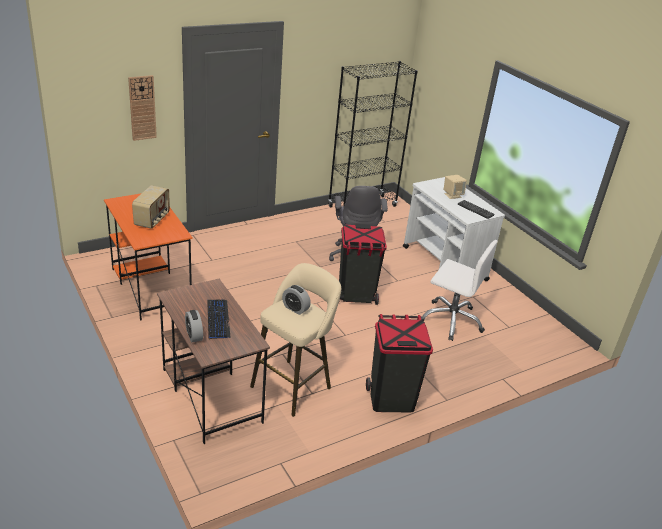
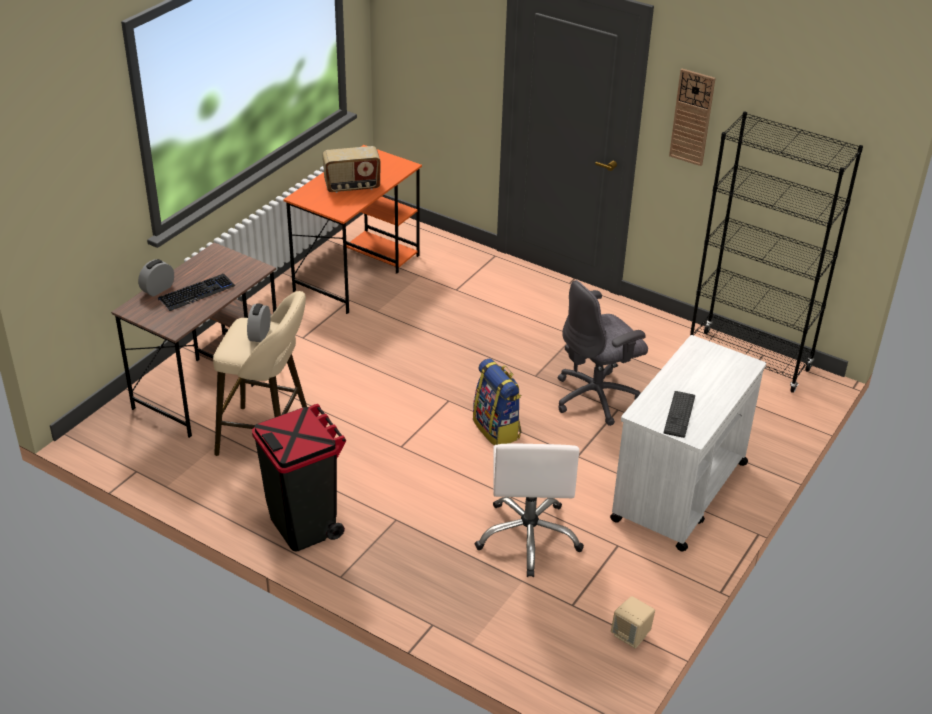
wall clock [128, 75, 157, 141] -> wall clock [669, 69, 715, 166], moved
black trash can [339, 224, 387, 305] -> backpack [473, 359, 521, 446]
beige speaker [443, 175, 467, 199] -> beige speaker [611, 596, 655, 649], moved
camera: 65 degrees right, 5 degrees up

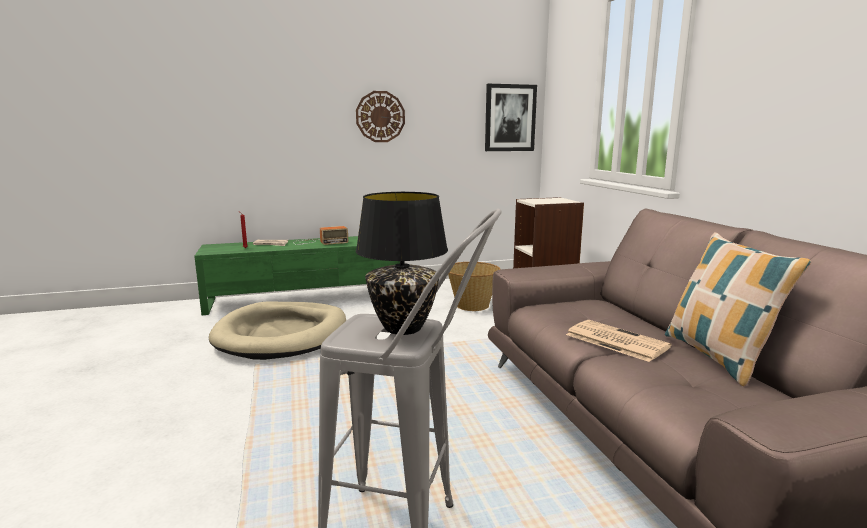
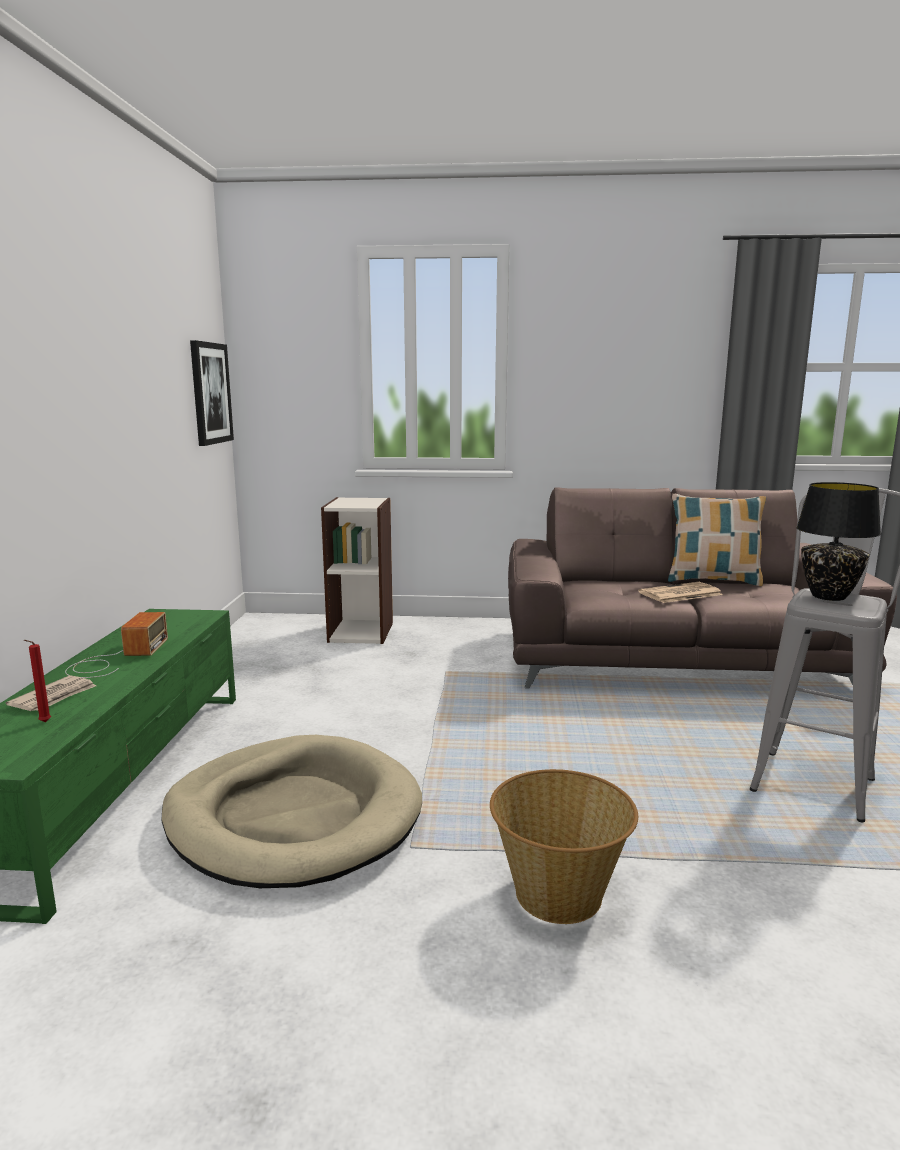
wall clock [356, 91, 405, 142] -> none
basket [448, 262, 501, 311] -> basket [490, 769, 638, 924], moved
camera: 70 degrees left, 0 degrees up

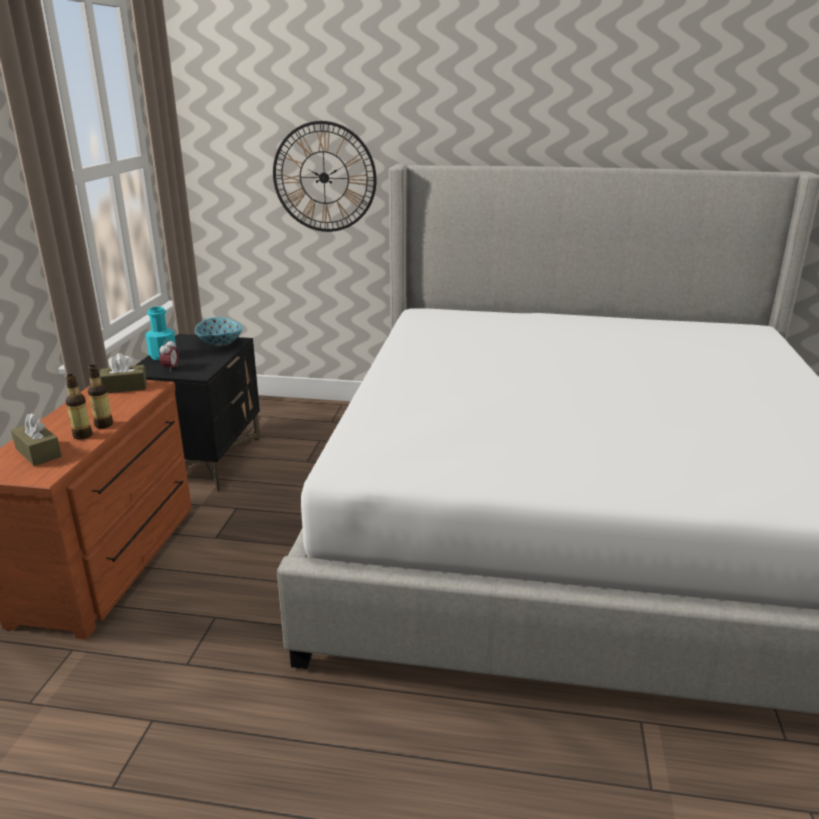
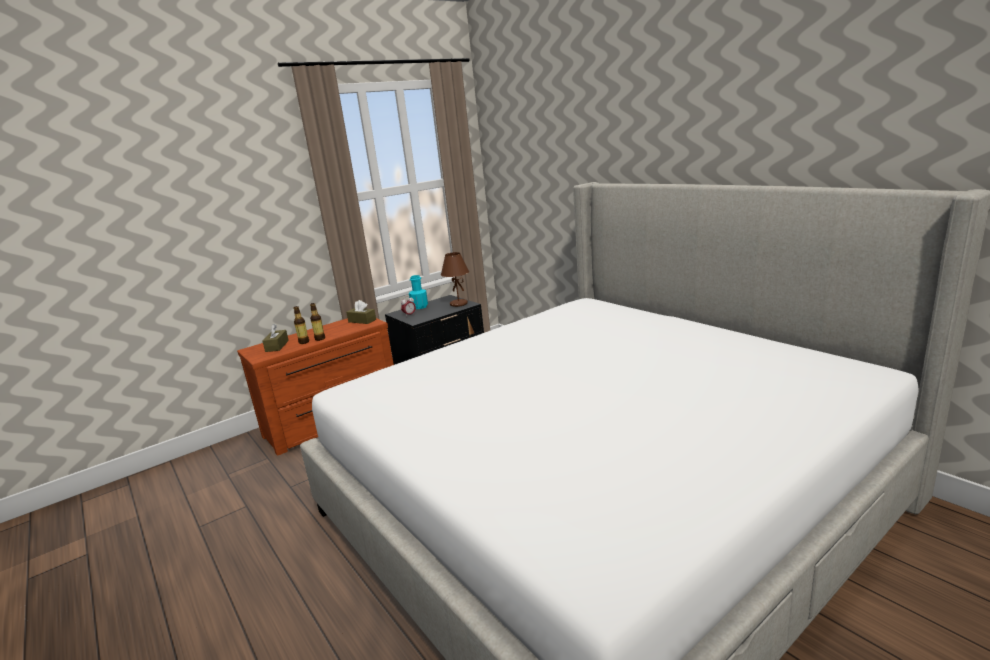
bowl [195, 317, 243, 346] -> brown table lamp [441, 252, 469, 307]
wall clock [273, 121, 377, 232] -> none
camera: 45 degrees right, 5 degrees down

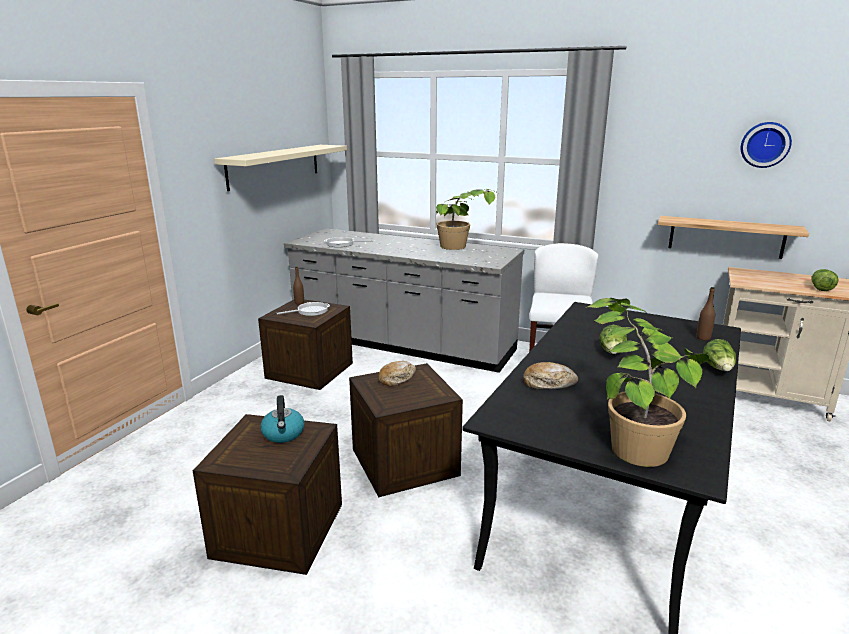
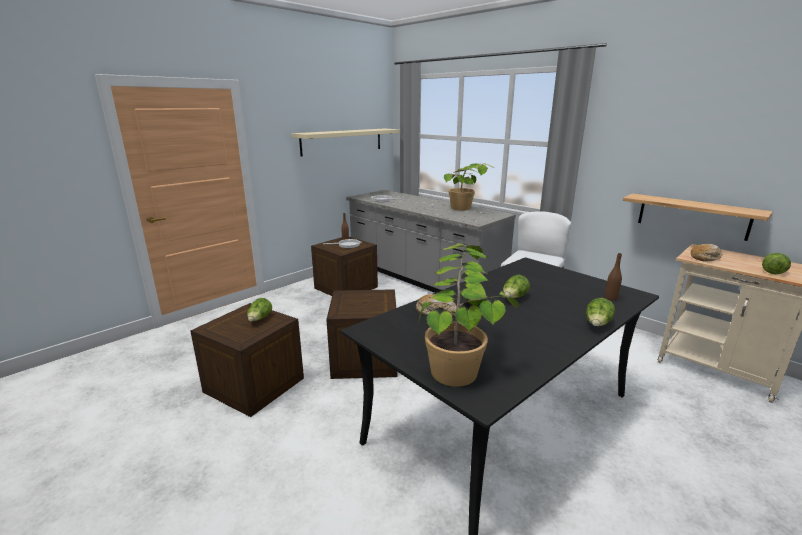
kettle [260, 395, 305, 443] -> lettuce [247, 298, 272, 322]
bread [379, 361, 416, 386] -> bread [691, 244, 722, 262], moved
wall clock [741, 122, 792, 168] -> none
camera: 20 degrees right, 0 degrees up

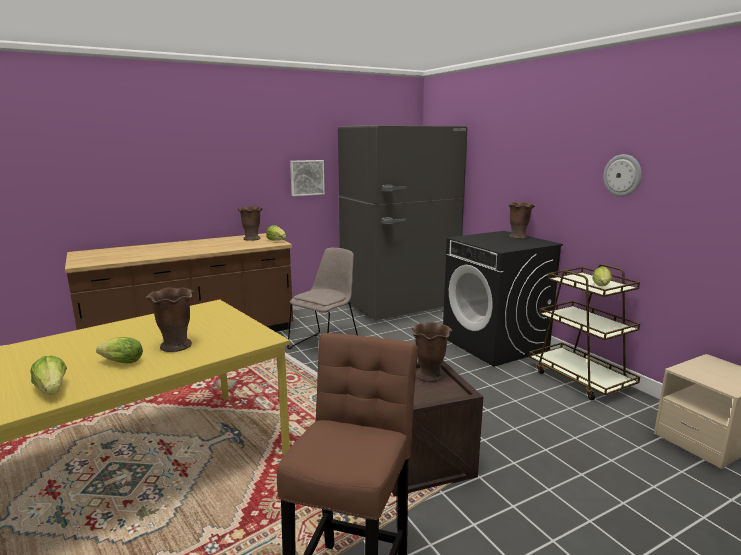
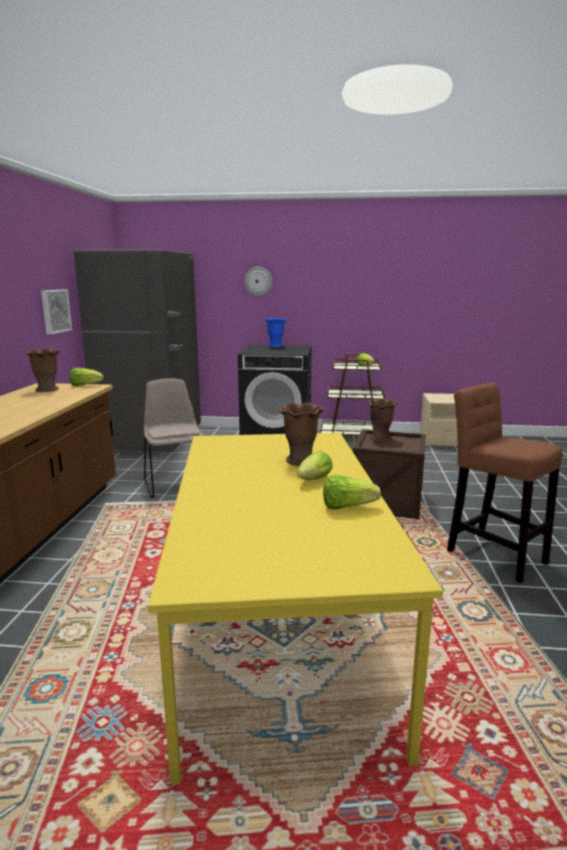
brown vase [508, 202, 535, 239] -> blue vase [265, 318, 286, 348]
wall clock [603, 154, 642, 197] -> wall clock [245, 267, 272, 296], moved
camera: 55 degrees left, 0 degrees up

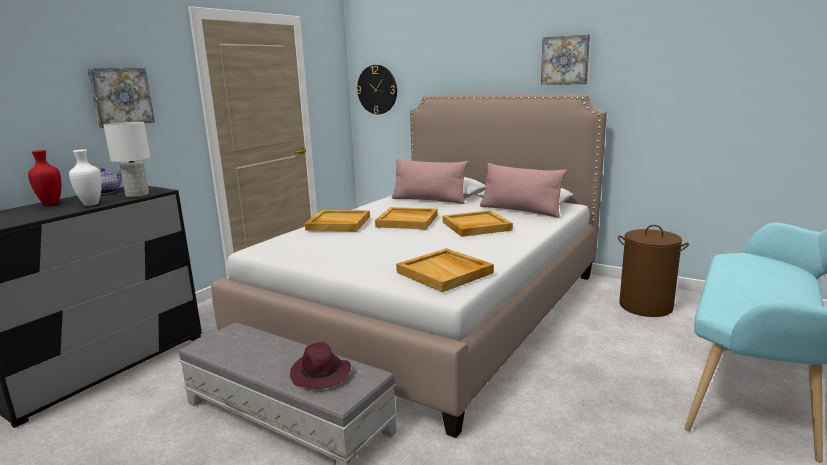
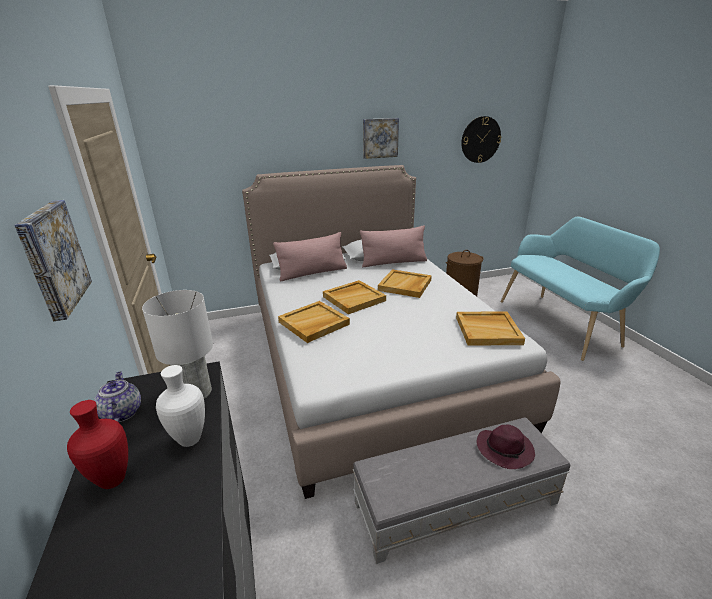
wall clock [356, 65, 397, 114] -> wall clock [461, 116, 501, 163], moved
camera: 50 degrees left, 10 degrees up

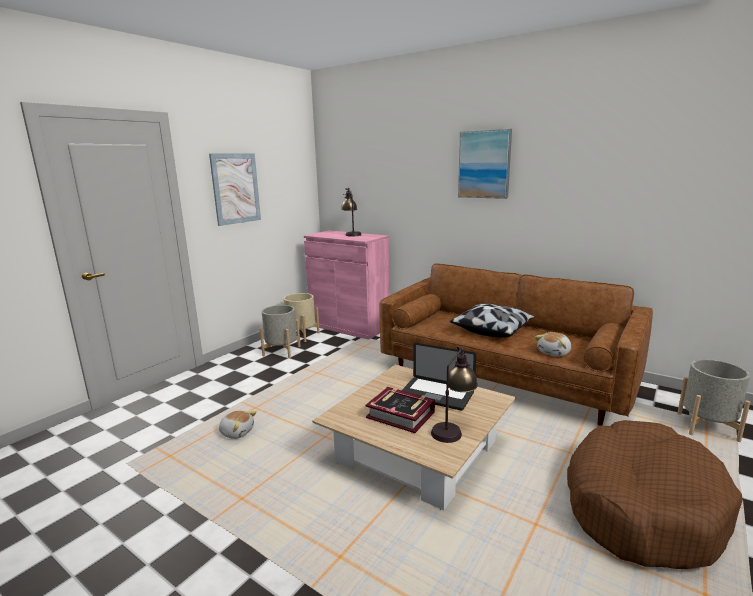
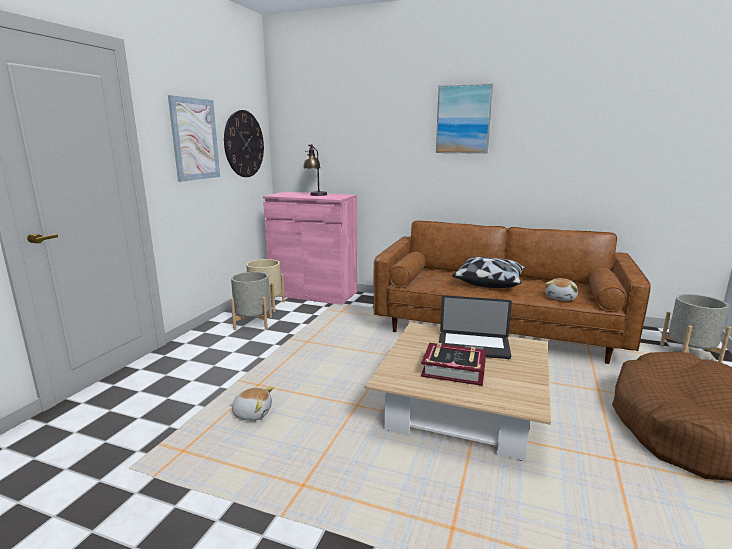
table lamp [431, 347, 478, 443] -> none
none -> wall clock [224, 110, 264, 177]
camera: 15 degrees left, 0 degrees up

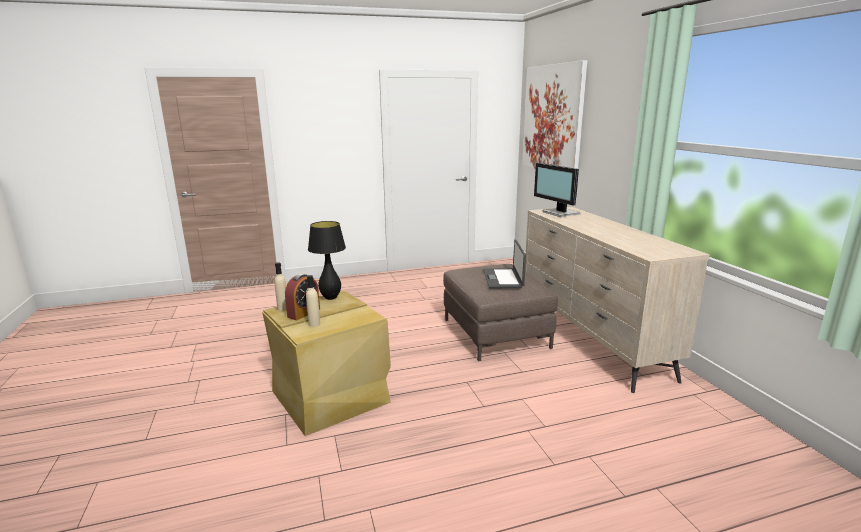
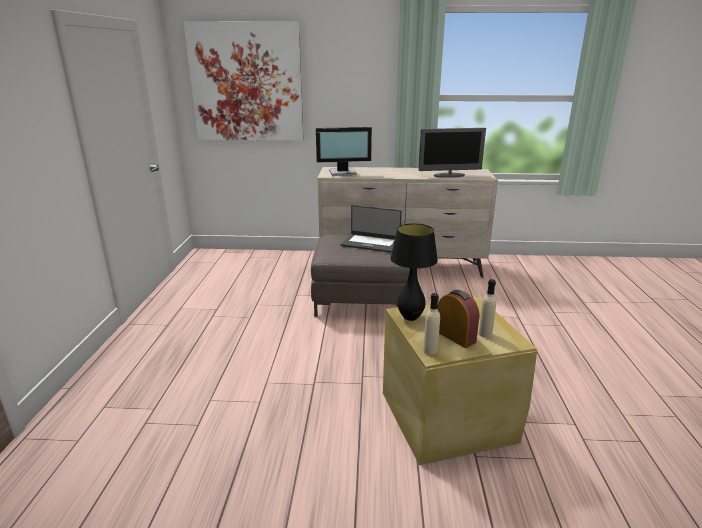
none -> monitor [418, 128, 486, 178]
camera: 70 degrees left, 5 degrees up

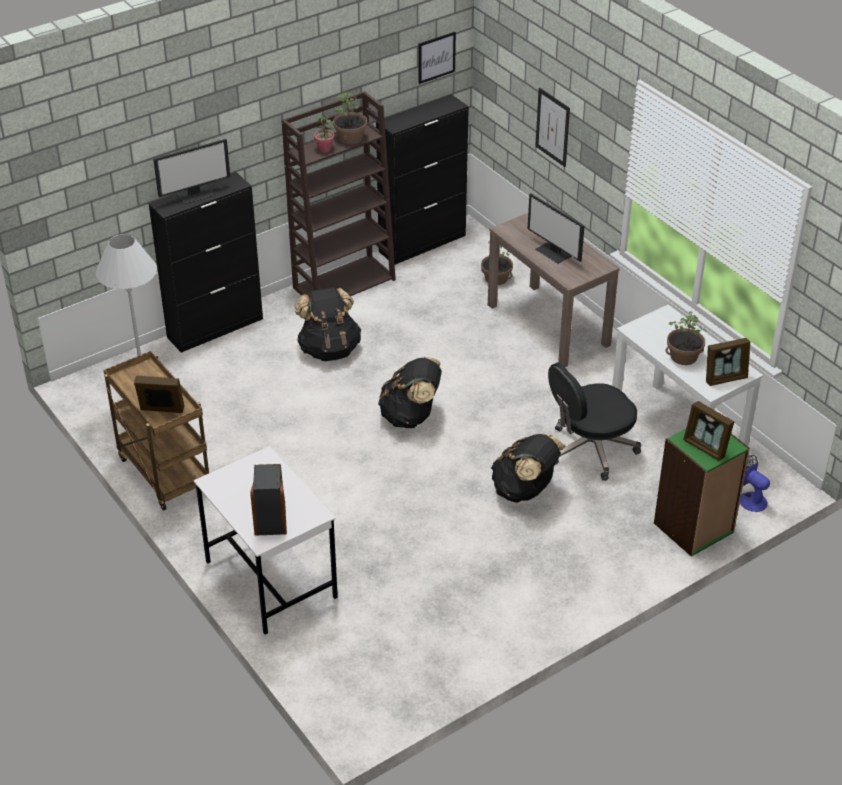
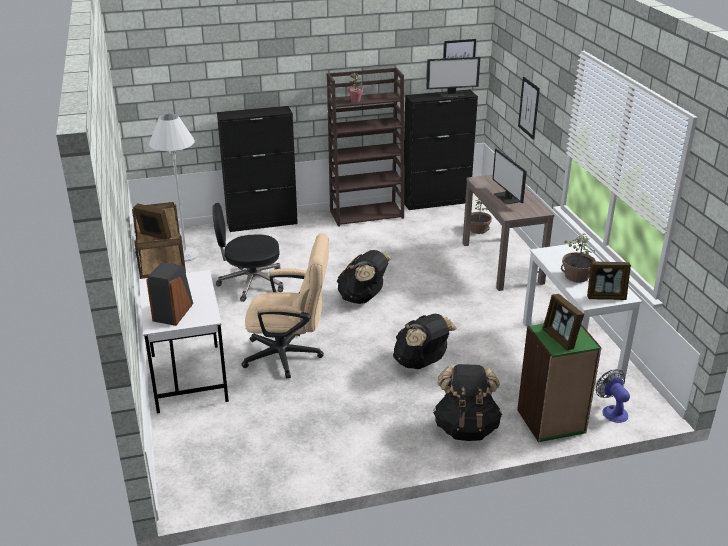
monitor [153, 139, 230, 204] -> monitor [426, 57, 480, 97], moved
black backpack [295, 287, 361, 361] -> black backpack [433, 364, 502, 441], moved
potted plant [333, 92, 367, 144] -> none
black office chair [548, 362, 641, 481] -> black office chair [212, 203, 283, 302], moved
none -> beige office chair [241, 233, 329, 378]
camera: 20 degrees right, 10 degrees down

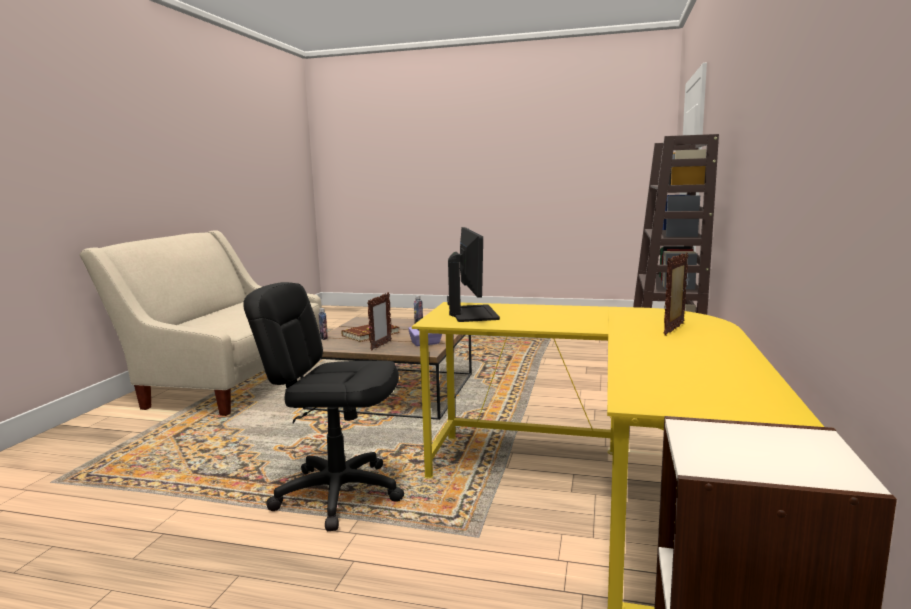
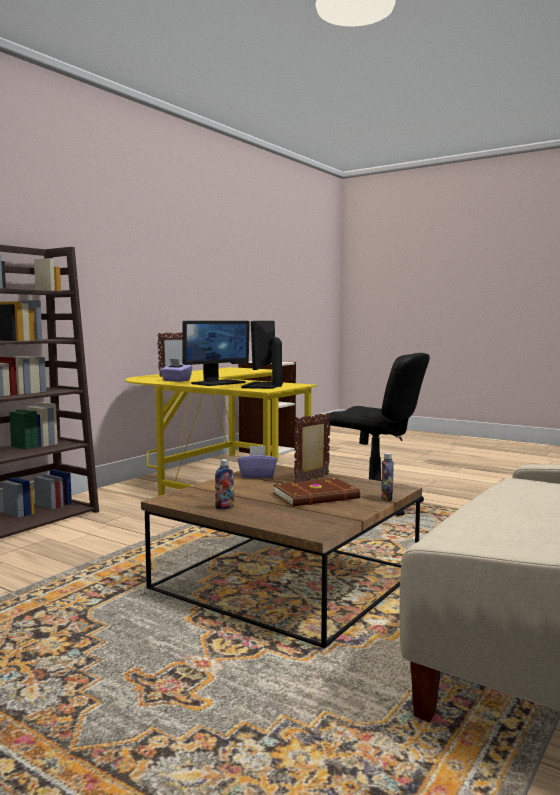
none -> purple tissue box [160, 358, 193, 382]
none -> monitor [182, 321, 250, 386]
camera: 160 degrees left, 5 degrees down

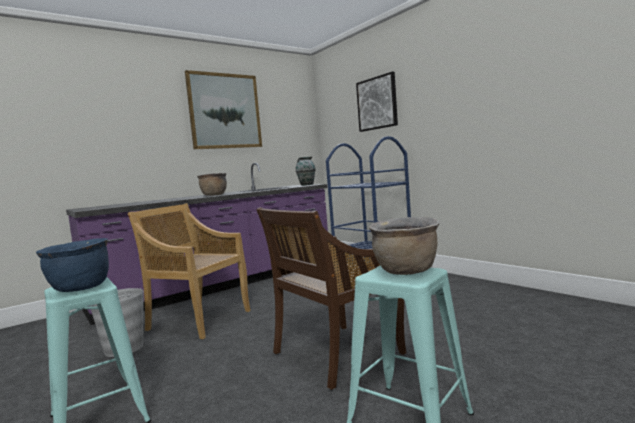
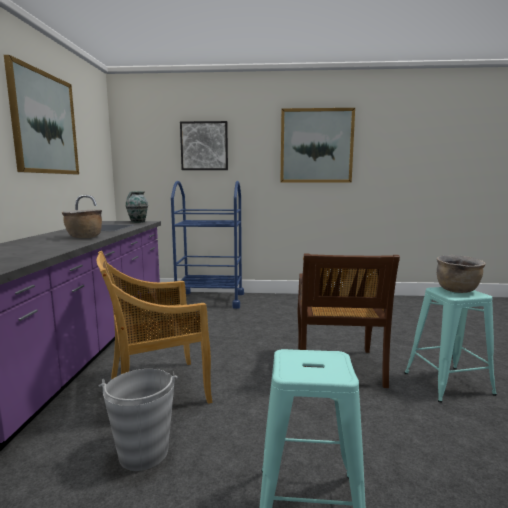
blue cooking pot [36, 238, 109, 292] -> none
none -> picture [280, 108, 355, 183]
camera: 50 degrees left, 5 degrees up

